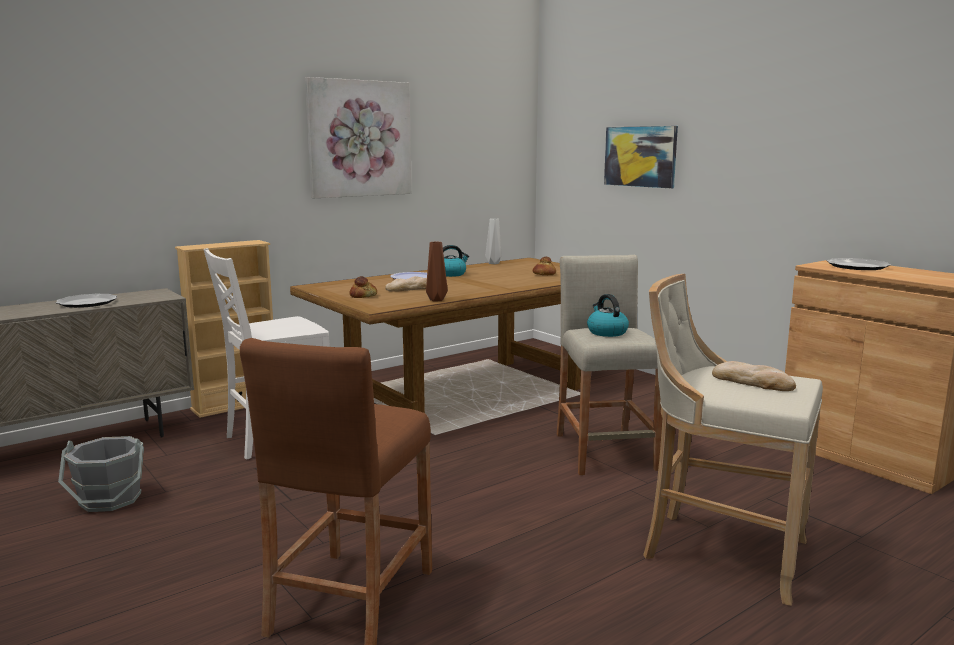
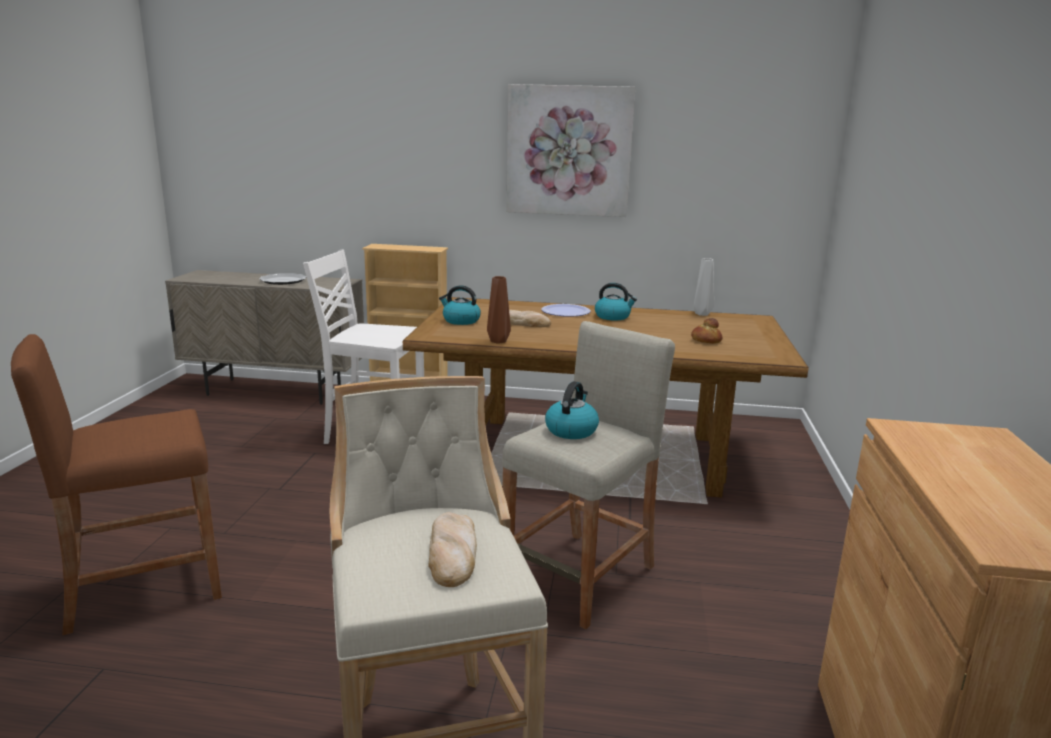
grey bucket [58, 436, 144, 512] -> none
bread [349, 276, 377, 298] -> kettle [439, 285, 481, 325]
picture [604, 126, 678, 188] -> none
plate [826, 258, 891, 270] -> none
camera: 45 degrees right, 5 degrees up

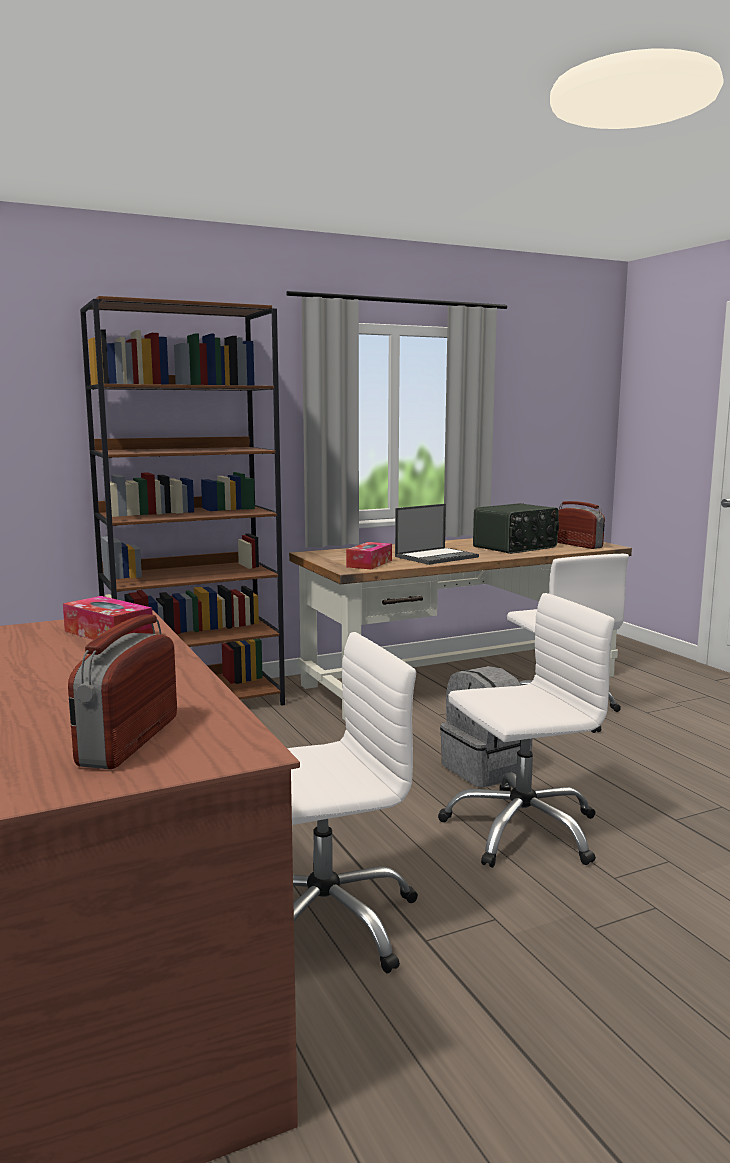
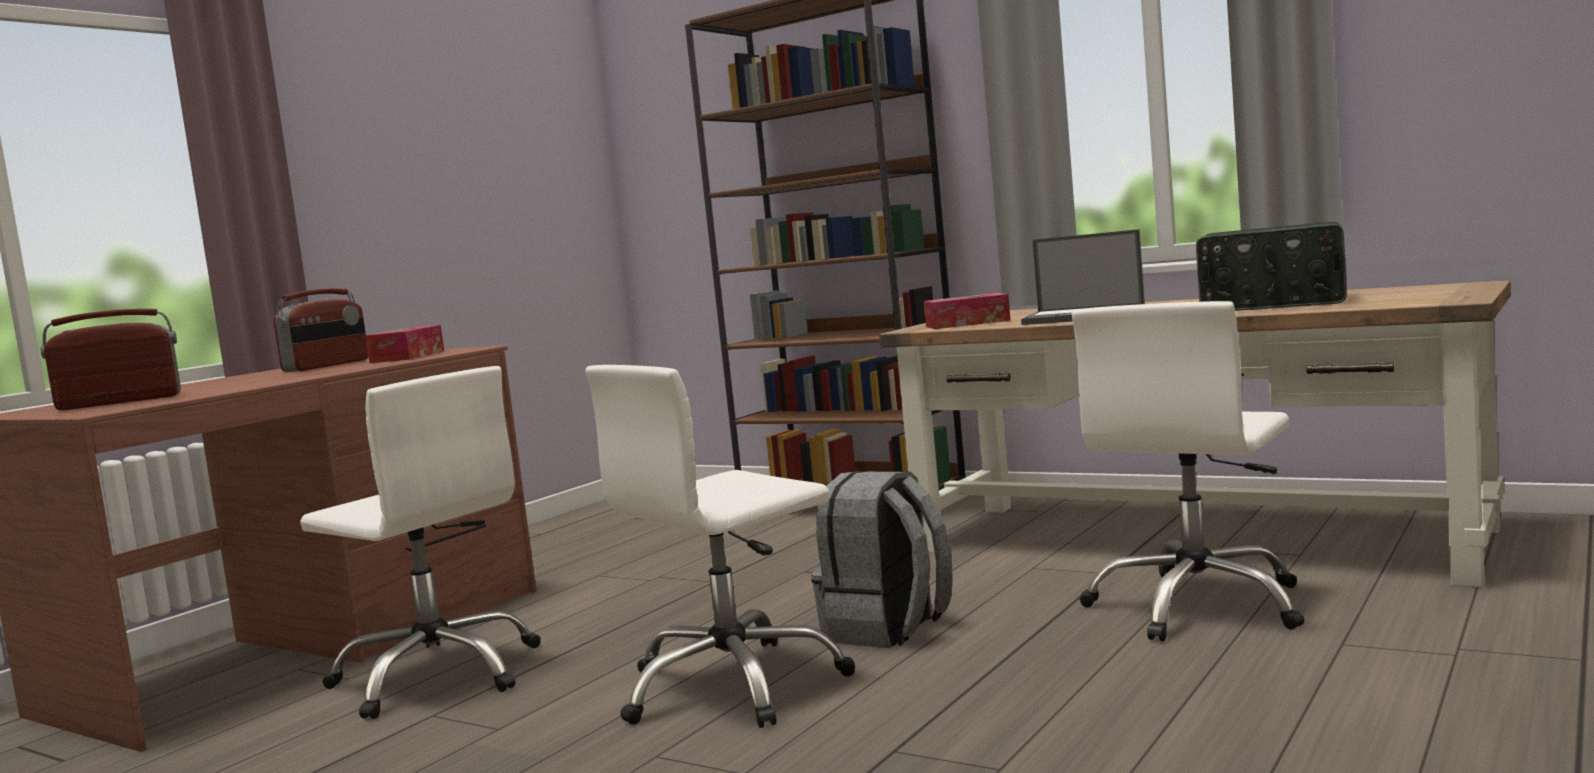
white office chair [438, 593, 615, 868] -> white office chair [585, 365, 855, 728], 105 degrees clockwise
radio [557, 501, 605, 549] -> radio [273, 288, 368, 372], moved
camera: 60 degrees right, 5 degrees down

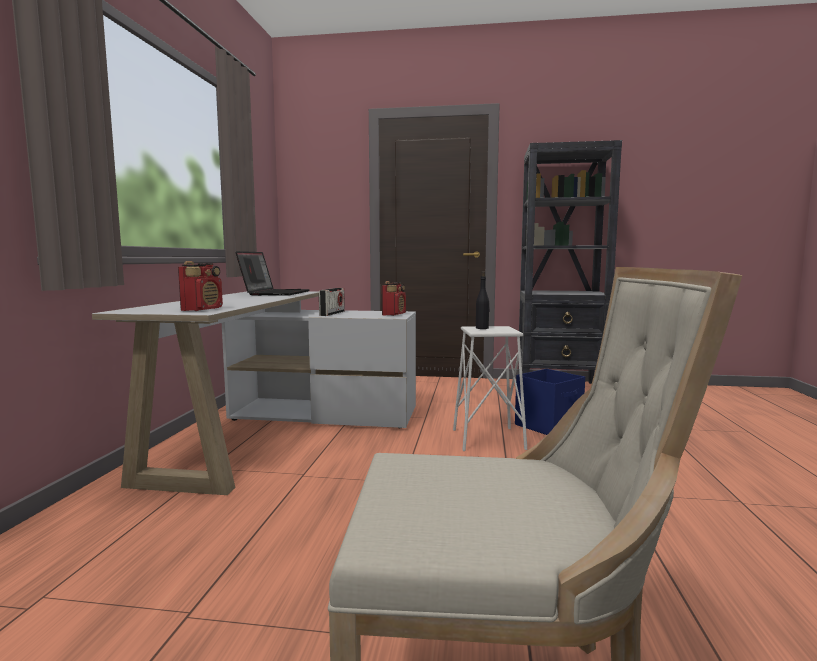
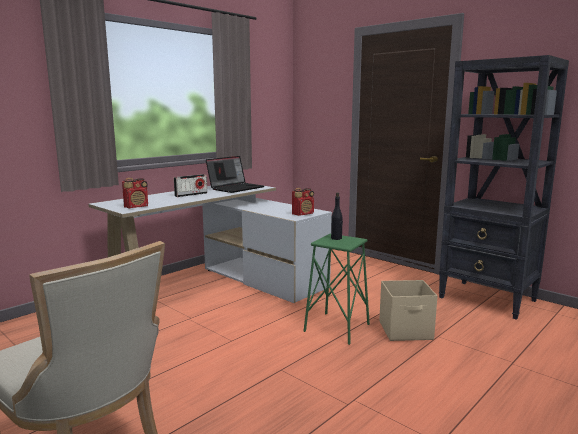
radio [319, 288, 345, 316] -> radio [174, 174, 207, 197], moved
white stool [453, 326, 527, 451] -> green stool [304, 234, 370, 345]
blue storage box [515, 369, 585, 435] -> beige storage box [379, 280, 437, 341]
camera: 35 degrees right, 5 degrees up

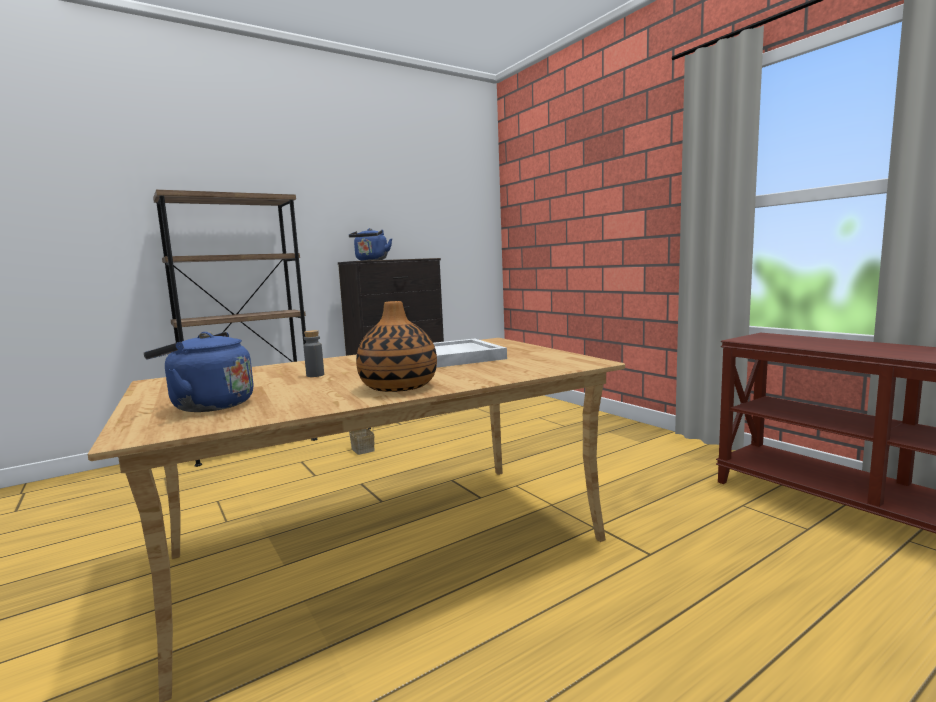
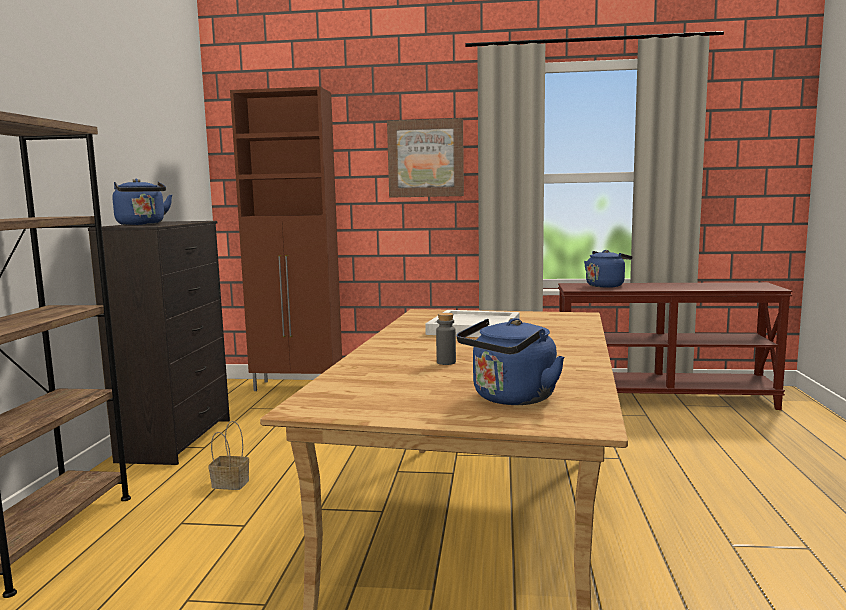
vase [356, 301, 437, 392] -> none
none -> brown cabinet [230, 86, 342, 391]
none -> picture [387, 118, 464, 198]
none -> blue kettle [584, 250, 633, 288]
camera: 50 degrees left, 0 degrees up

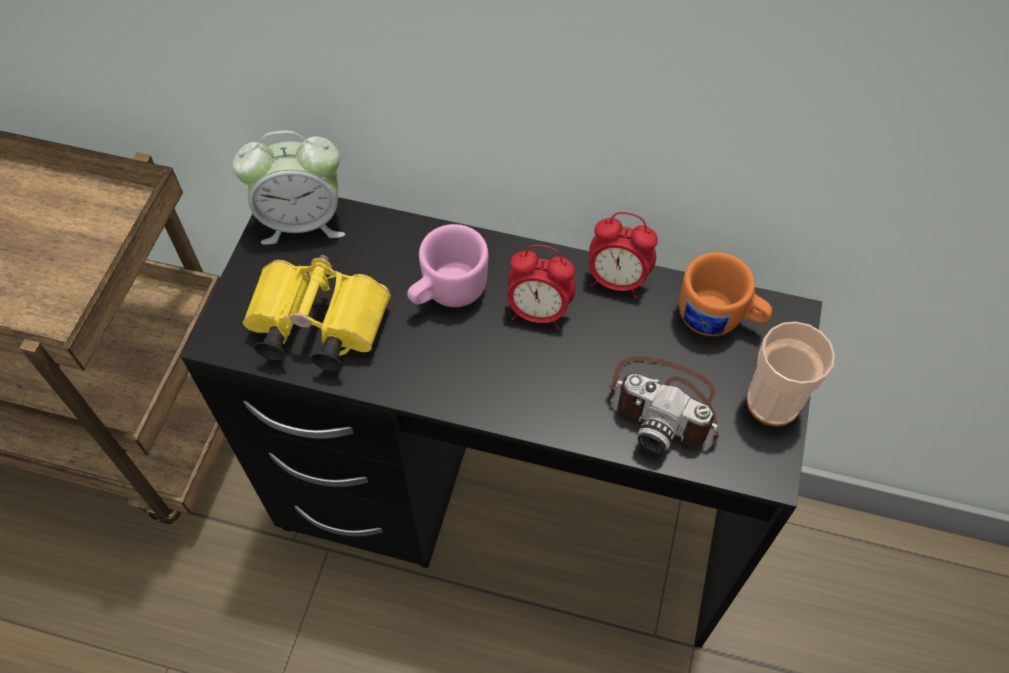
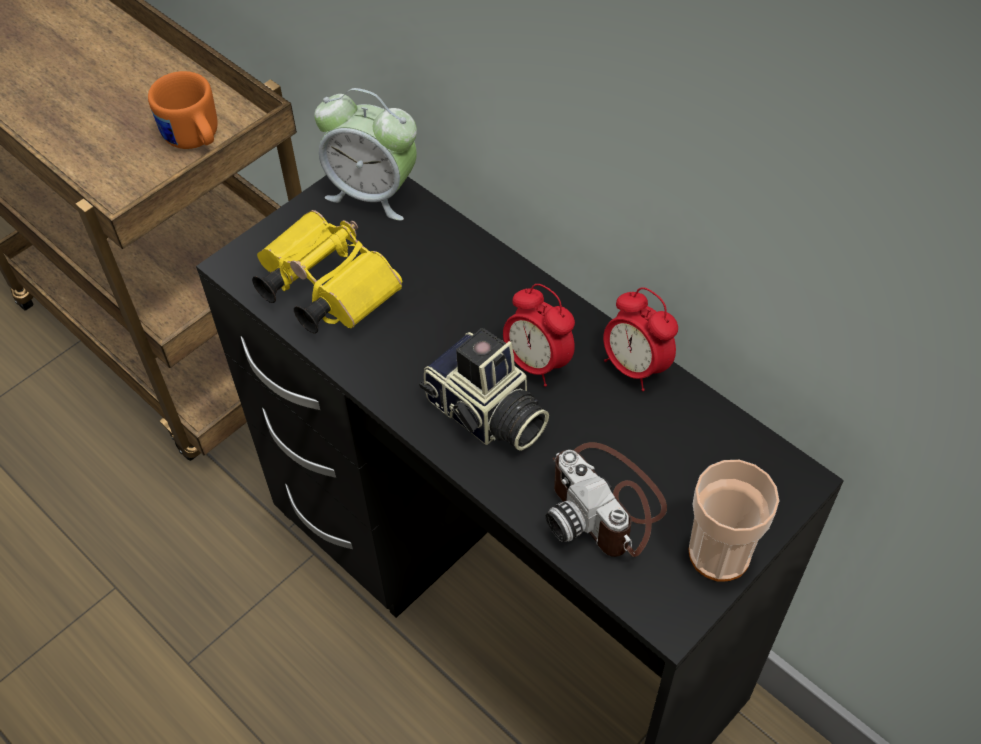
pink mug [407, 224, 488, 307] -> none
orange mug [679, 252, 772, 336] -> orange mug [148, 71, 218, 149], moved
none -> photo camera [419, 328, 549, 451]
camera: 30 degrees right, 5 degrees down

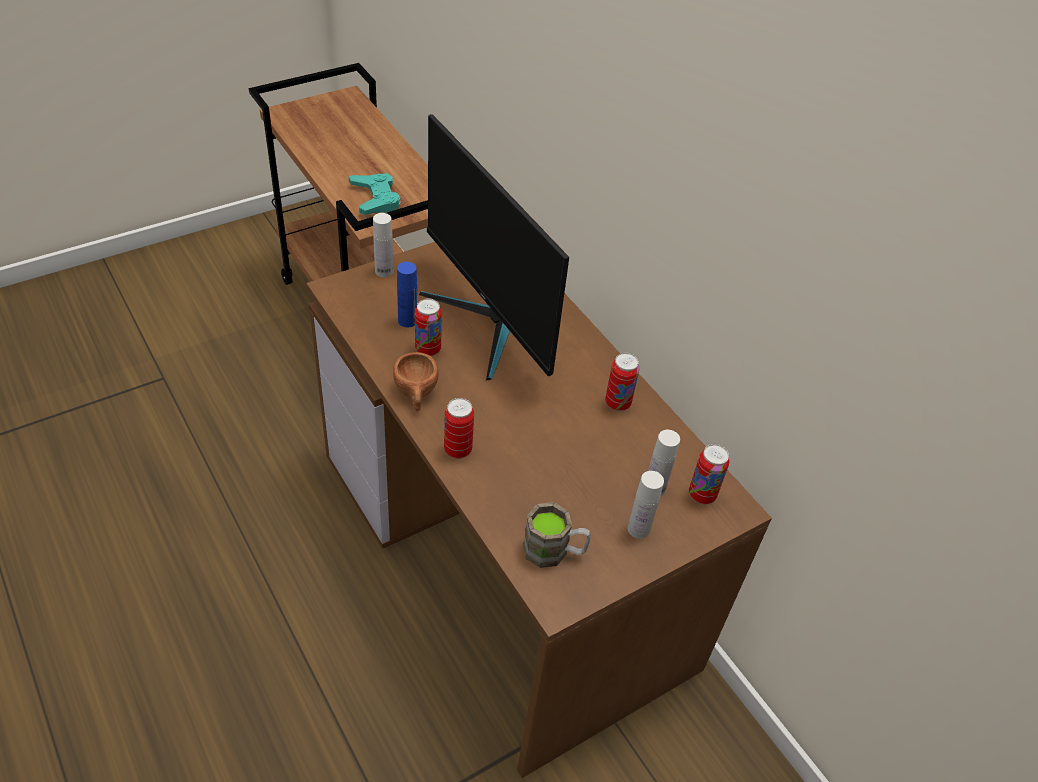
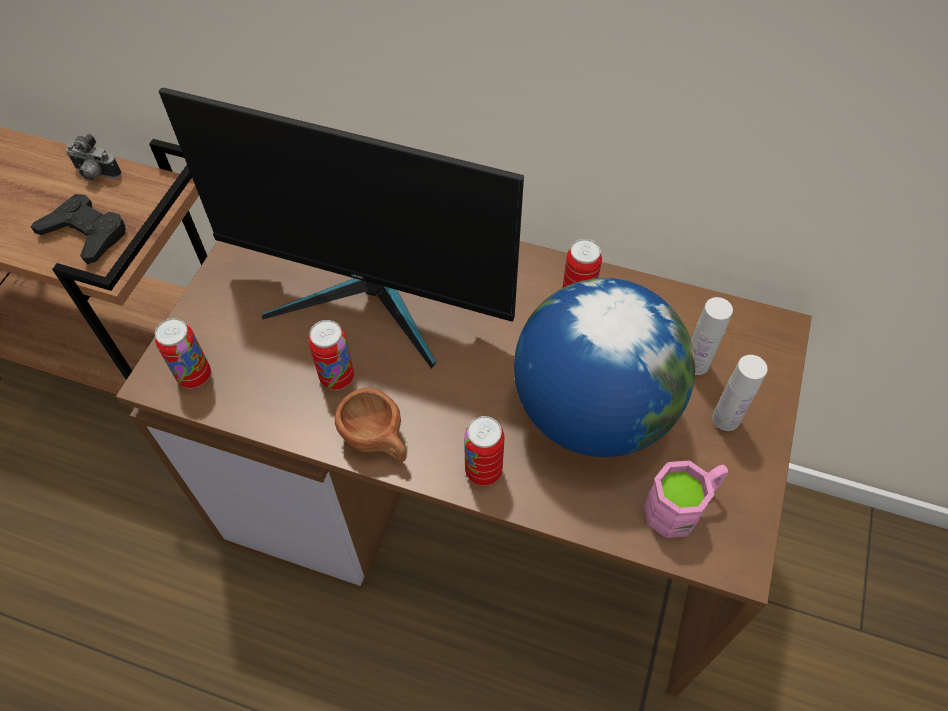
turquoise game controller [349, 173, 400, 215] -> black game controller [30, 194, 126, 264]
white bottle [373, 213, 393, 277] -> none
blue bottle [397, 262, 417, 327] -> none
brown mug [523, 502, 591, 568] -> pink mug [643, 460, 728, 538]
can [689, 444, 729, 505] -> can [155, 318, 211, 389], moved
none -> photo camera [66, 134, 122, 181]
none -> globe [514, 278, 695, 457]
camera: 35 degrees left, 10 degrees up

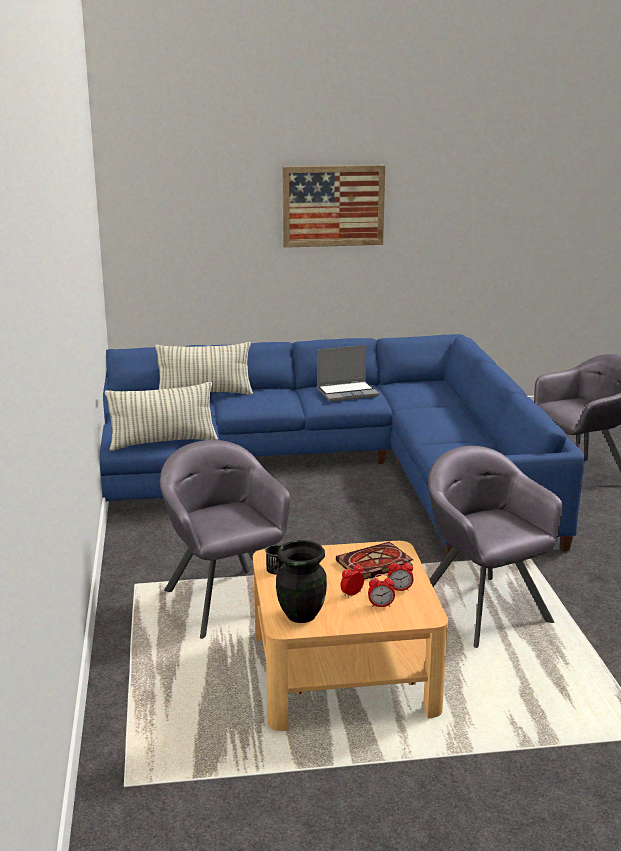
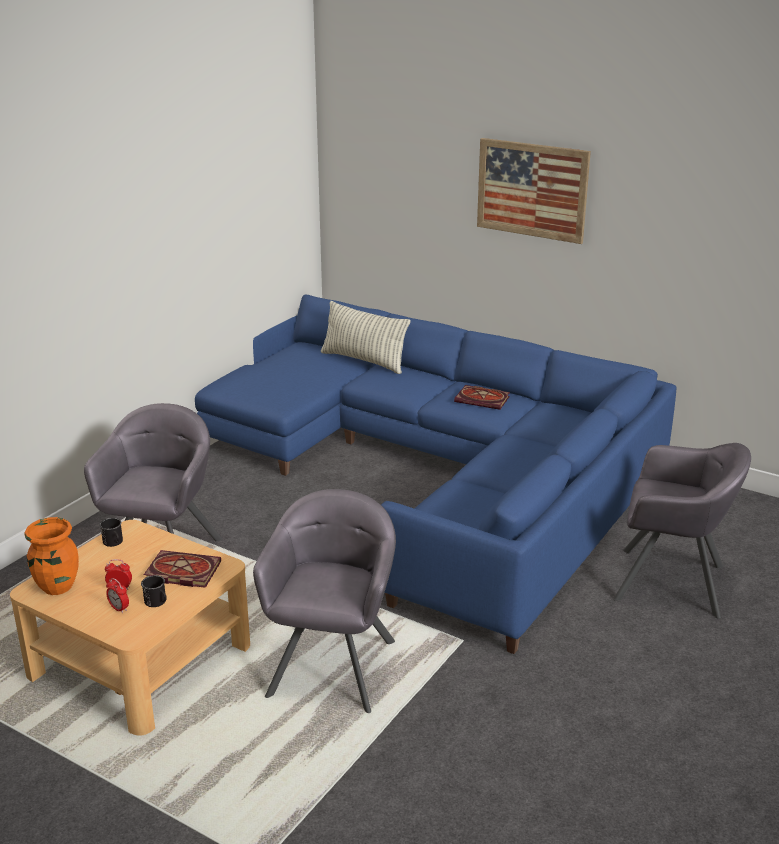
pillow [105, 382, 218, 451] -> none
black vase [276, 540, 327, 623] -> orange vase [24, 517, 79, 595]
laptop [317, 345, 379, 402] -> book [454, 385, 510, 410]
alarm clock [387, 558, 414, 591] -> black mug [141, 575, 167, 607]
camera: 40 degrees right, 5 degrees up

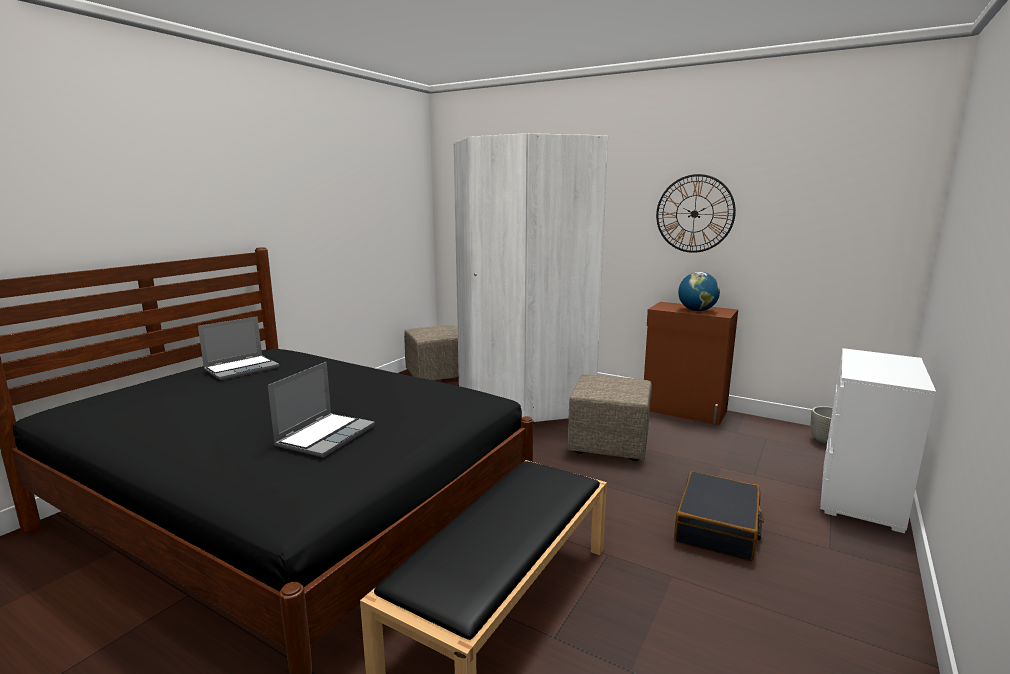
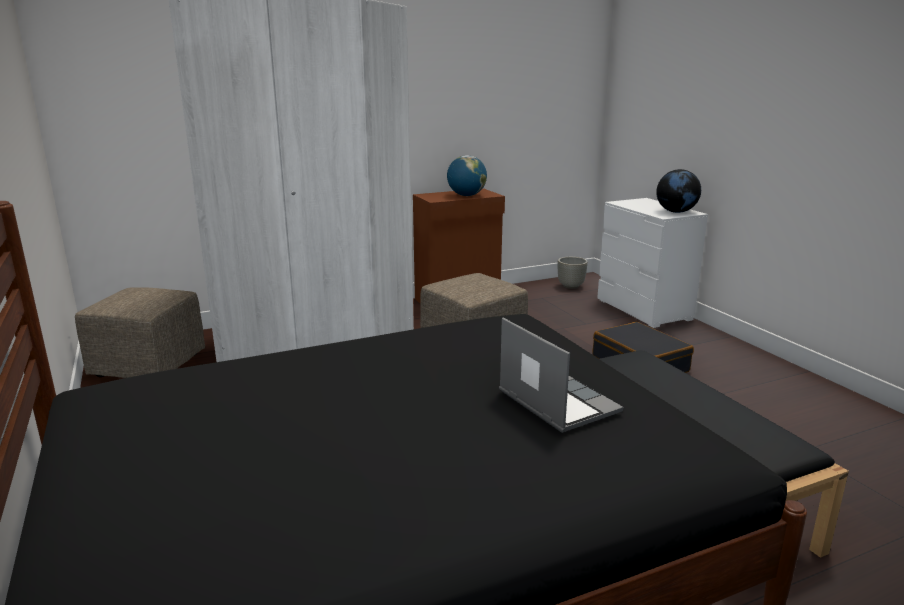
laptop [198, 316, 279, 380] -> none
wall clock [656, 174, 736, 253] -> none
none -> globe [656, 169, 701, 213]
camera: 55 degrees left, 5 degrees up

